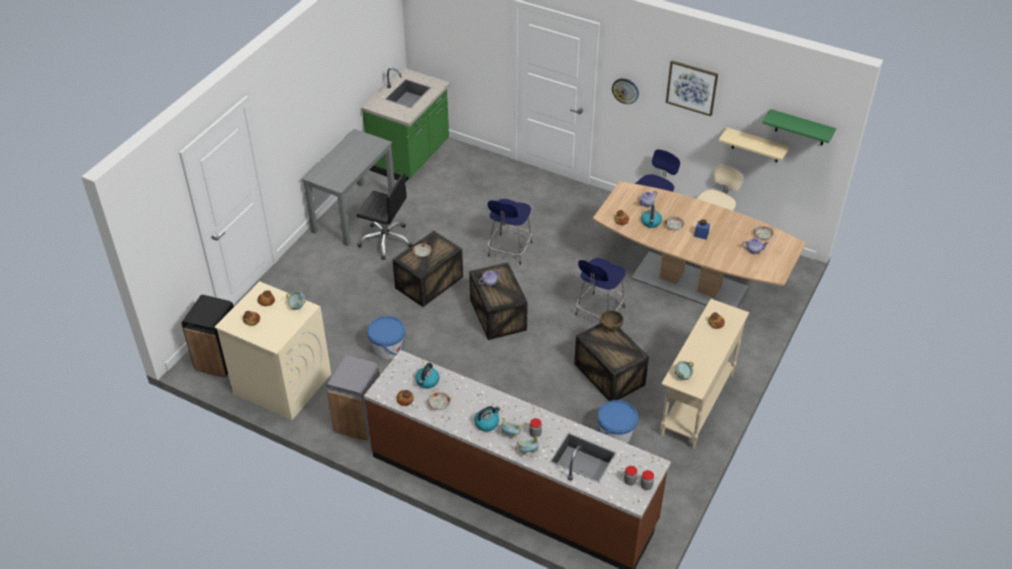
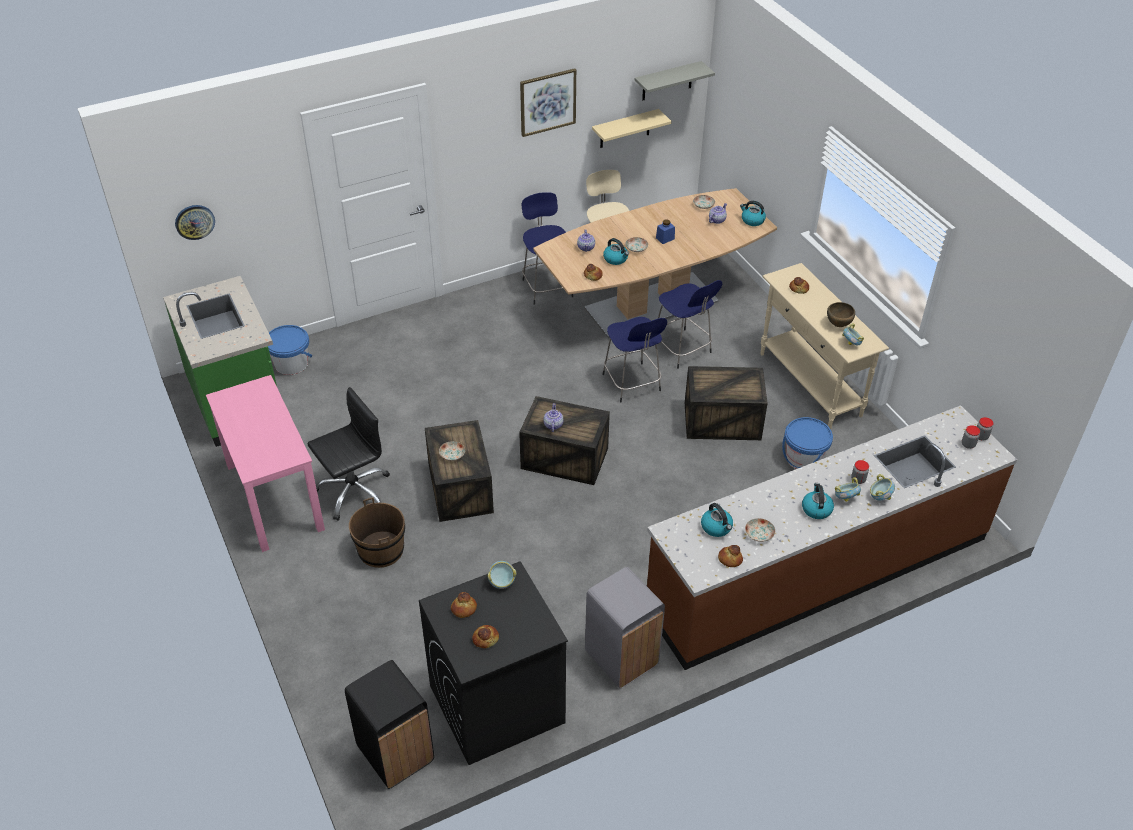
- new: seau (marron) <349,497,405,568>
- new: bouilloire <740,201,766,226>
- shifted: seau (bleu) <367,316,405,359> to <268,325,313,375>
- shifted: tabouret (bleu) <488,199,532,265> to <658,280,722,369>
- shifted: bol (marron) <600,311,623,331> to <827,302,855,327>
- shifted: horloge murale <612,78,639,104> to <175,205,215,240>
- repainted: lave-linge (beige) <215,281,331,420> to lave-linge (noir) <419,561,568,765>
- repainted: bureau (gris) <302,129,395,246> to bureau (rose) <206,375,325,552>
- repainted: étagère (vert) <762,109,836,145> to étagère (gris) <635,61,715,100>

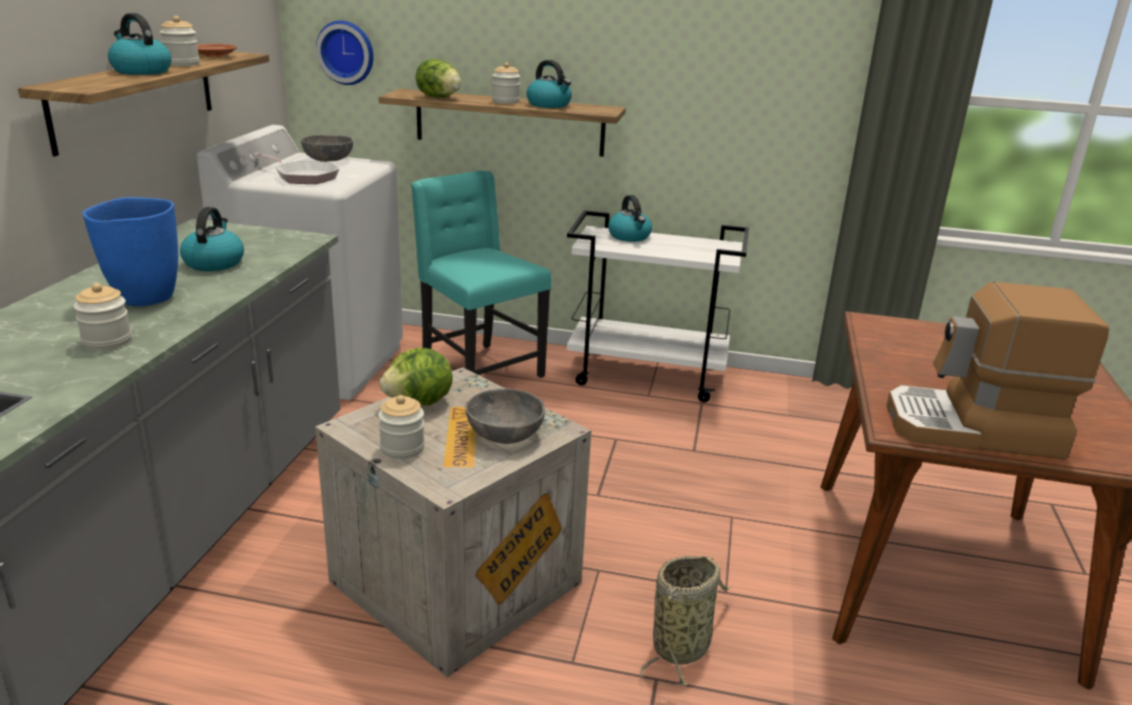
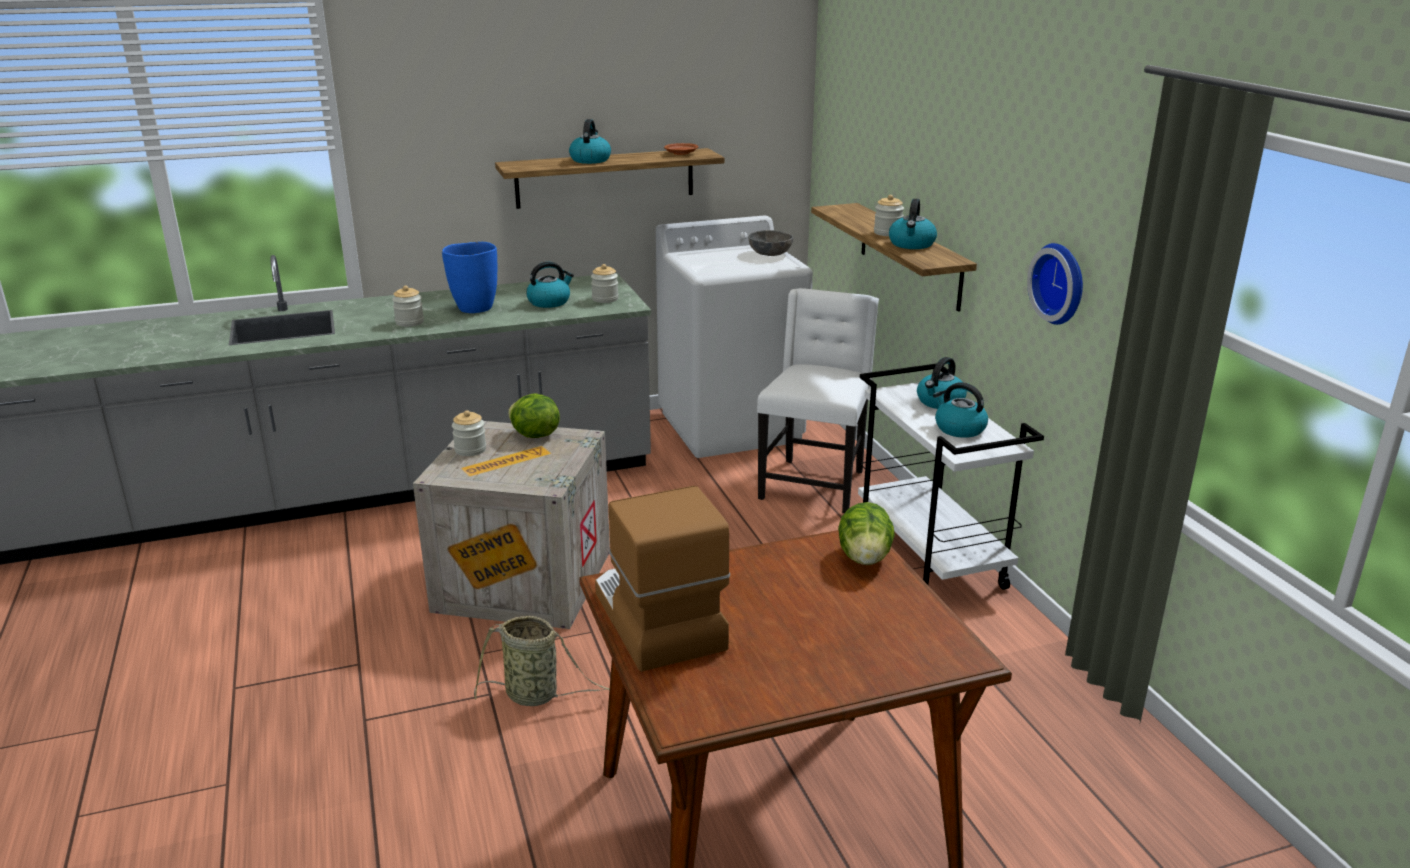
- gone: poêle <253,153,339,184>
- gone: bol (gris) <465,389,545,444>
- new: bouilloire <933,382,988,438>
- shifted: bocal <159,16,200,66> to <591,264,618,303>
- shifted: horloge murale <316,20,374,85> to <1027,243,1083,325>
- shifted: laitue <415,59,461,98> to <838,502,895,565>
- repainted: chaise (turquoise) <411,171,551,378> to chaise (blanc) <757,288,879,513>

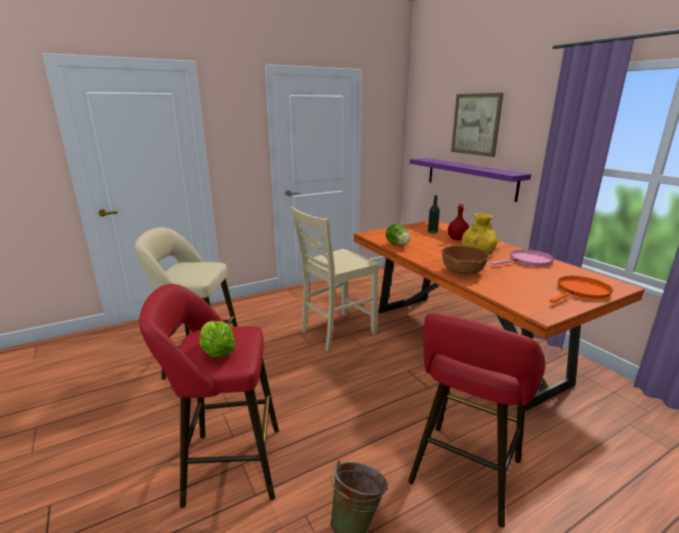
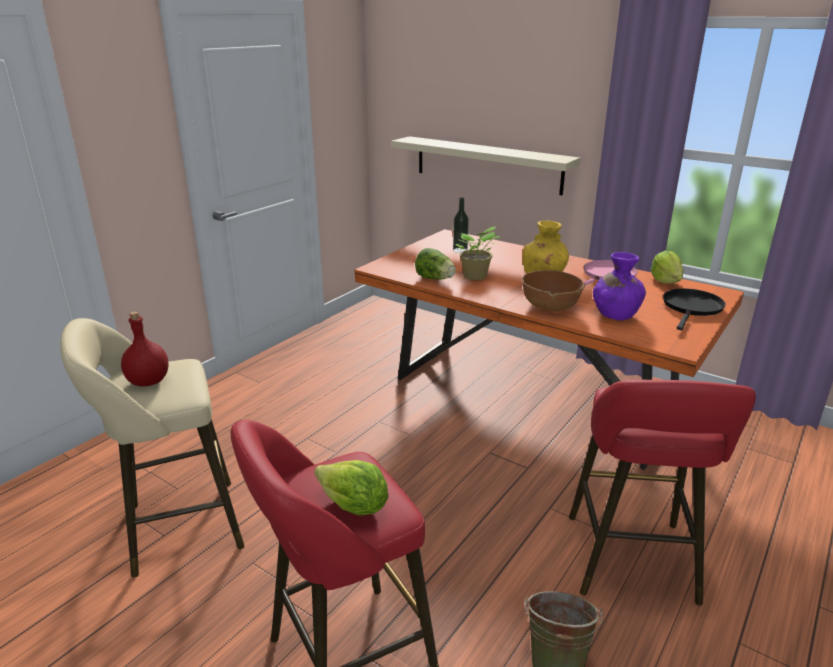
- gone: chaise (beige) <291,207,379,351>
- gone: tableau <451,93,504,157>
- new: plante en pot <455,226,501,280>
- new: vase (violet) <593,252,646,320>
- new: laitue <651,251,684,284>
- shifted: bouteille (rouge) <448,203,469,240> to <121,311,169,386>
- repainted: étagère (violet) <410,158,531,202> to étagère (beige) <391,136,581,195>
- repainted: poêle (orange) <550,276,613,303> to poêle (noir) <663,288,726,330>

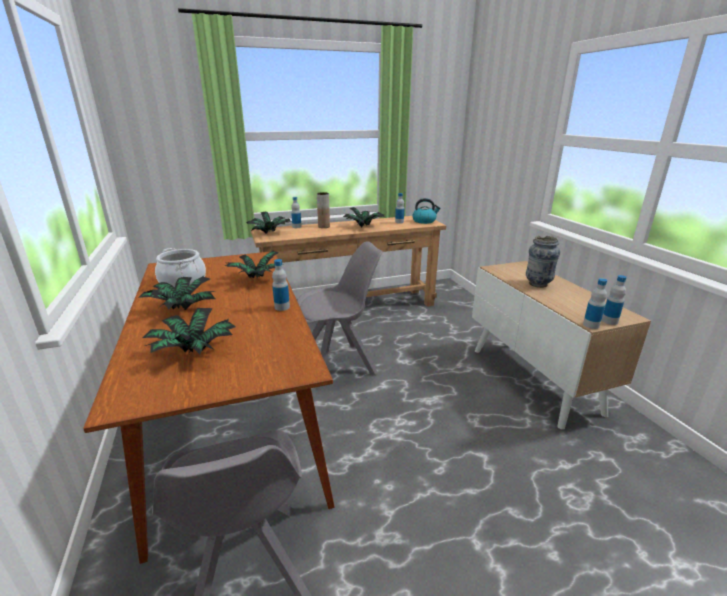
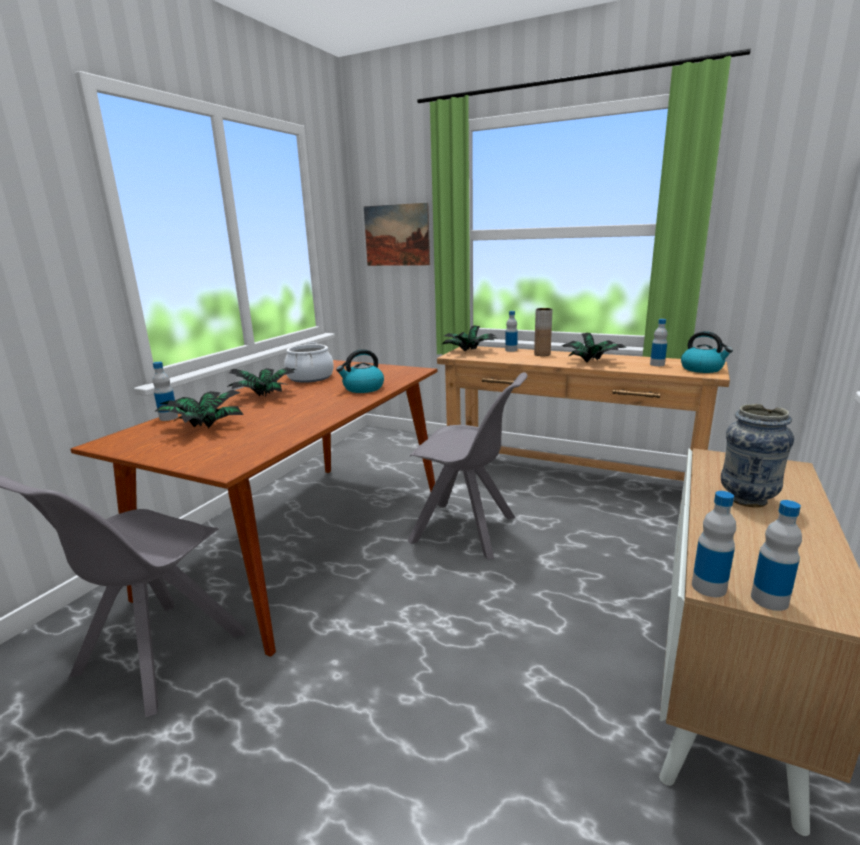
- new: tableau <364,203,430,266>
- shifted: bouteille <272,259,290,311> to <152,362,178,421>
- swapped: plante en pot <225,250,279,278> to bouilloire <336,349,384,393>

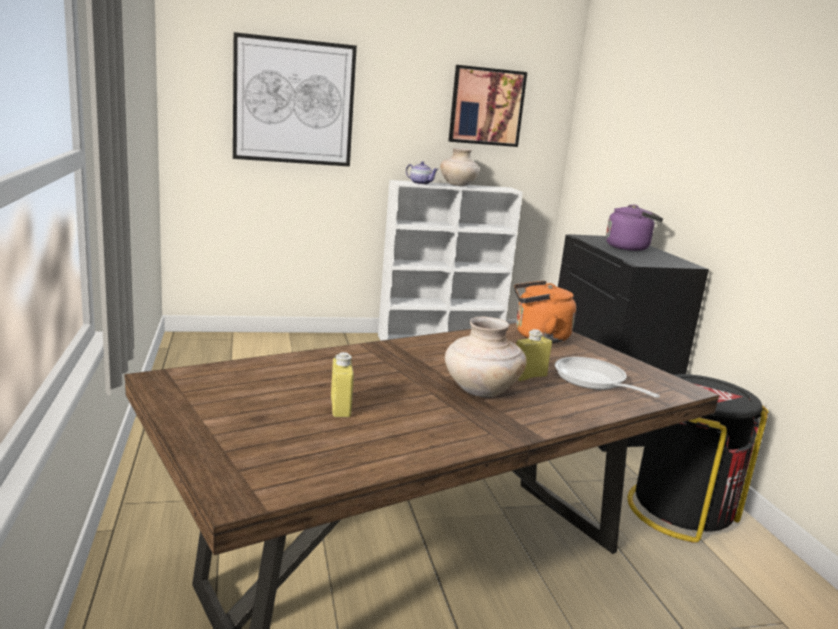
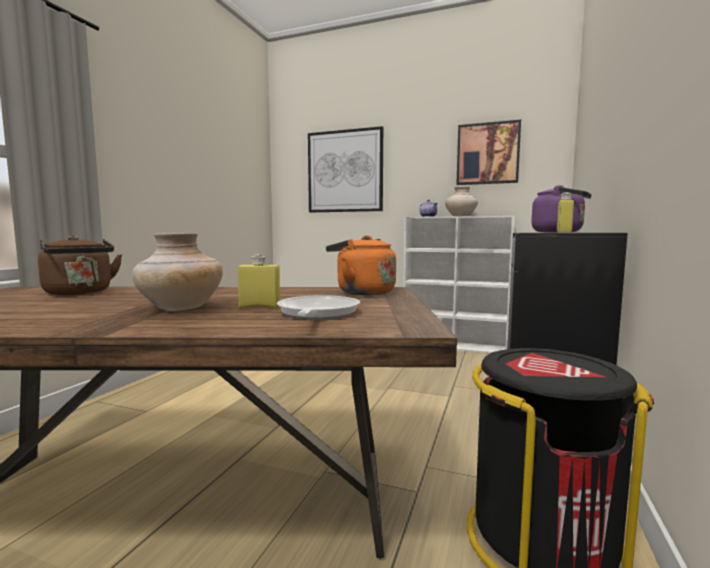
- new: bouilloire (marron) <38,235,122,295>
- shifted: bouteille (jaune) <331,352,354,417> to <557,192,574,232>

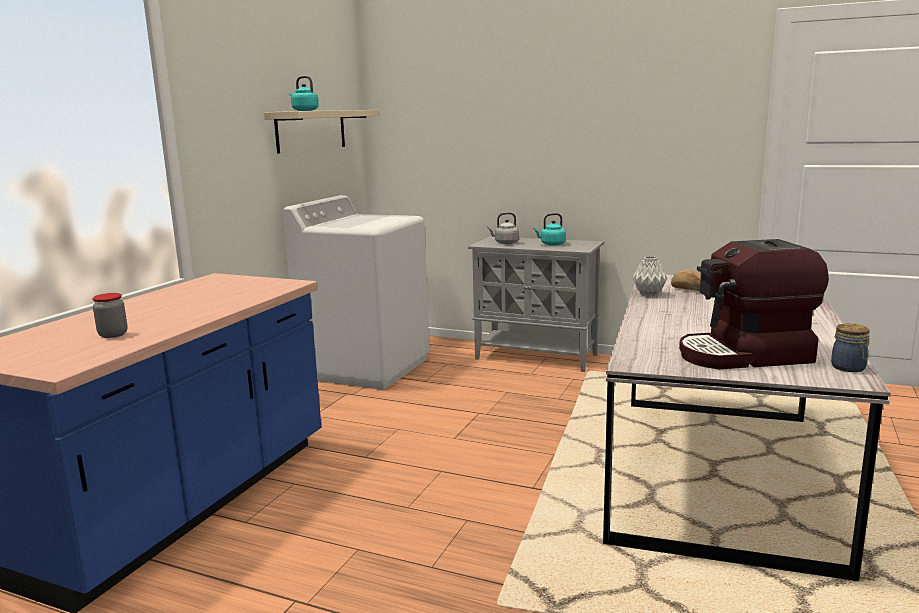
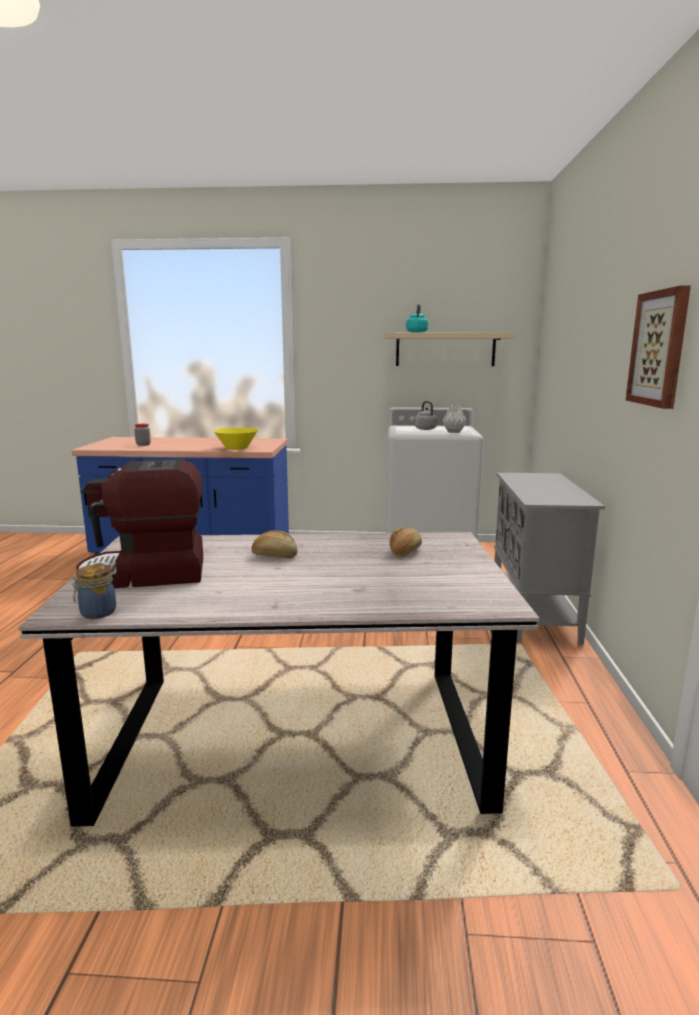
- gone: bouilloire (turquoise) <534,213,566,245>
- new: bol (jaune) <214,428,258,450>
- new: pain <252,531,297,558>
- new: tableau <626,285,691,409>
- shifted: bouilloire (gris) <487,212,519,244> to <415,401,437,430>
- shifted: vase (gris) <633,256,668,297> to <443,405,467,433>
- rotated: machine à café <679,239,829,369> = <76,459,203,588> 75 degrees counterclockwise

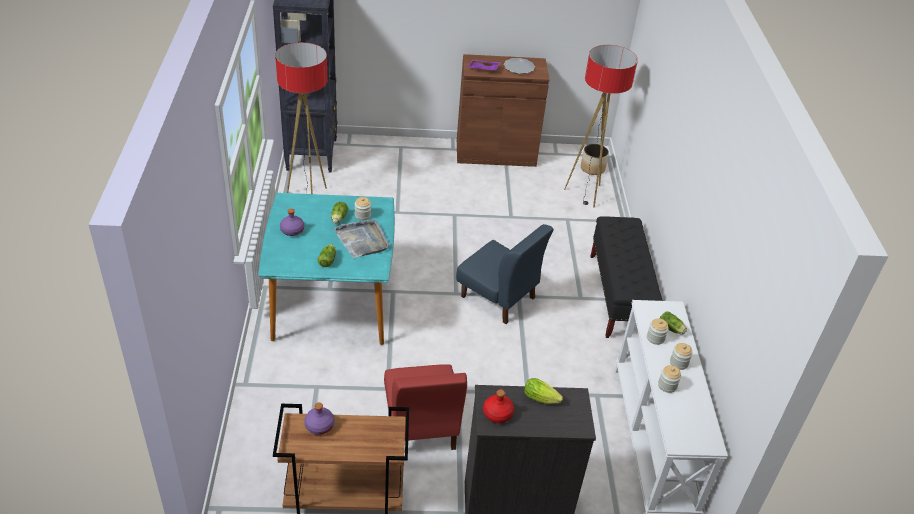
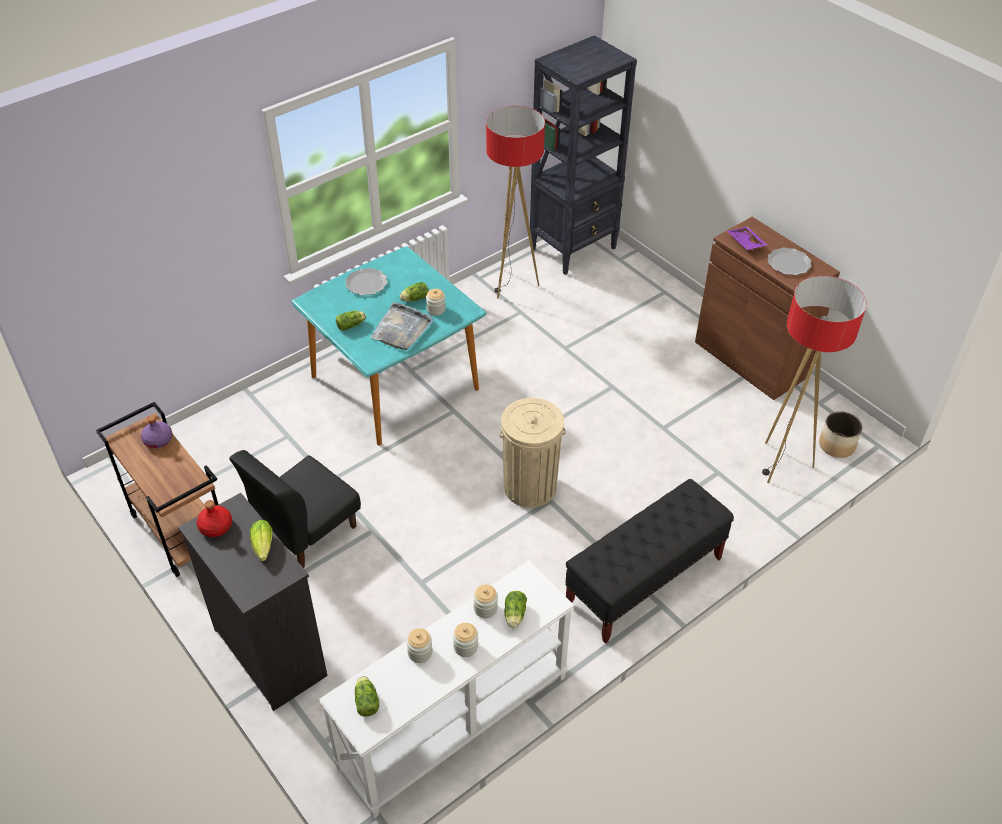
- new: laitue <355,676,379,717>
- swapped: bouteille (violet) <280,209,304,236> to assiette <345,268,388,295>
- swapped: chaise (bleu) <456,224,554,324> to poubelle (beige) <499,398,566,508>
- repainted: chaise (rouge) <384,365,467,450> to chaise (noir) <229,450,361,568>

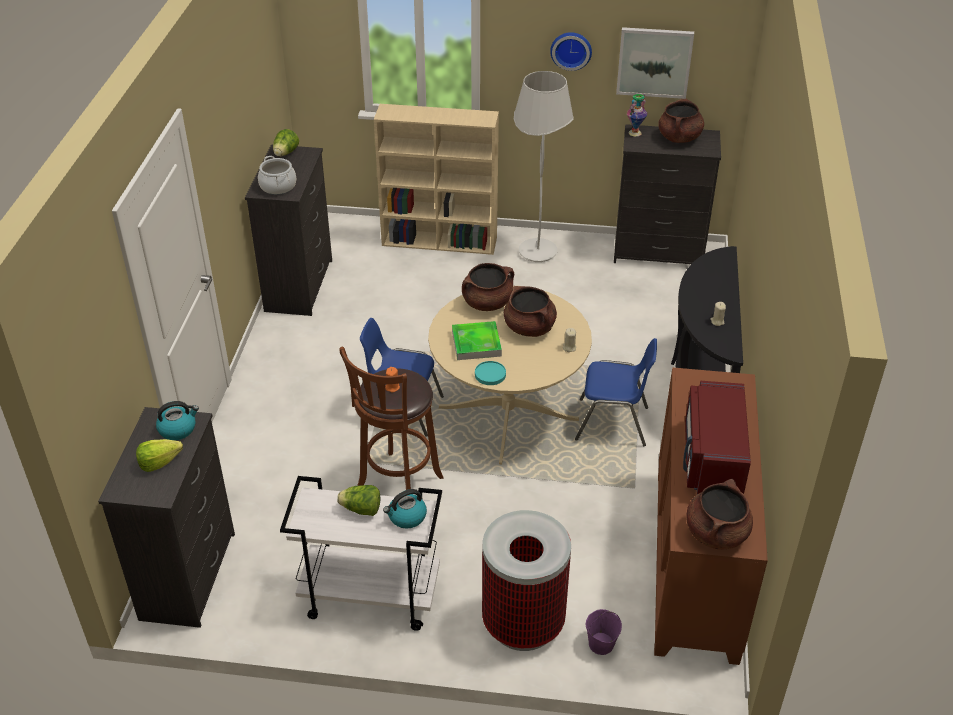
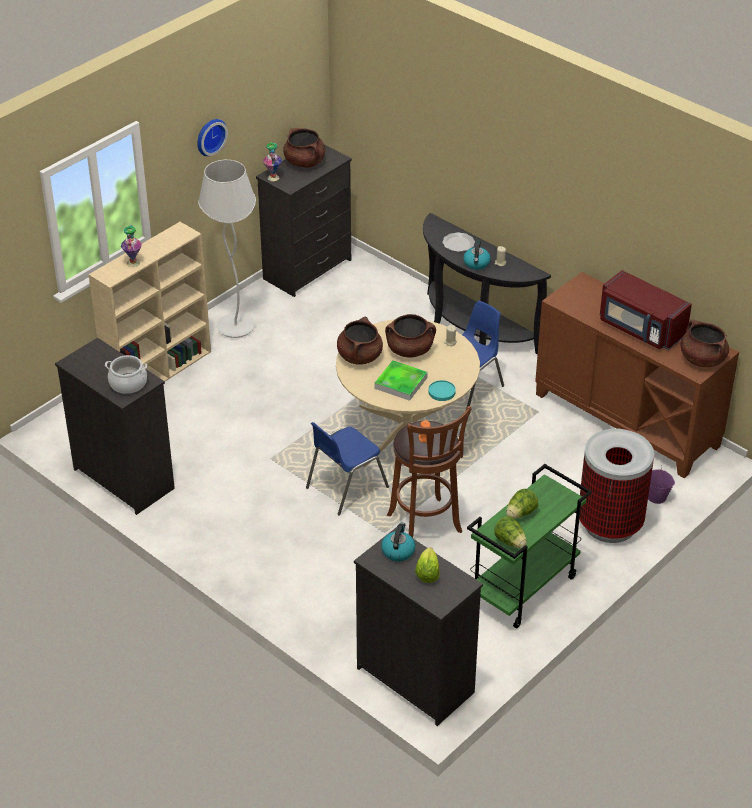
- gone: tableau <616,27,694,99>
- new: vase <121,225,142,267>
- new: assiette <442,232,475,252>
- shifted: laitue <273,129,299,156> to <494,516,527,548>
- shifted: bouilloire <383,489,427,529> to <463,240,491,270>
- repainted: chariot (blanc) <280,476,442,631> to chariot (vert) <467,464,592,628>

